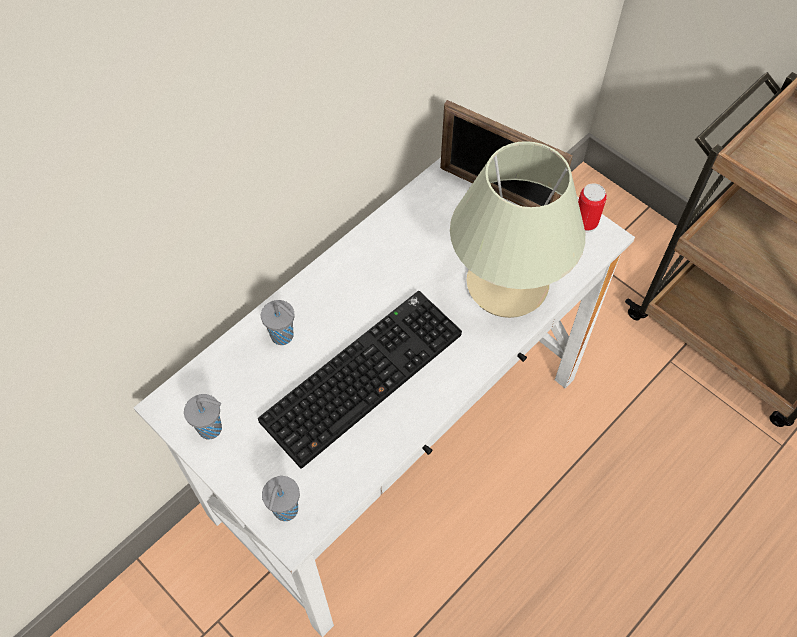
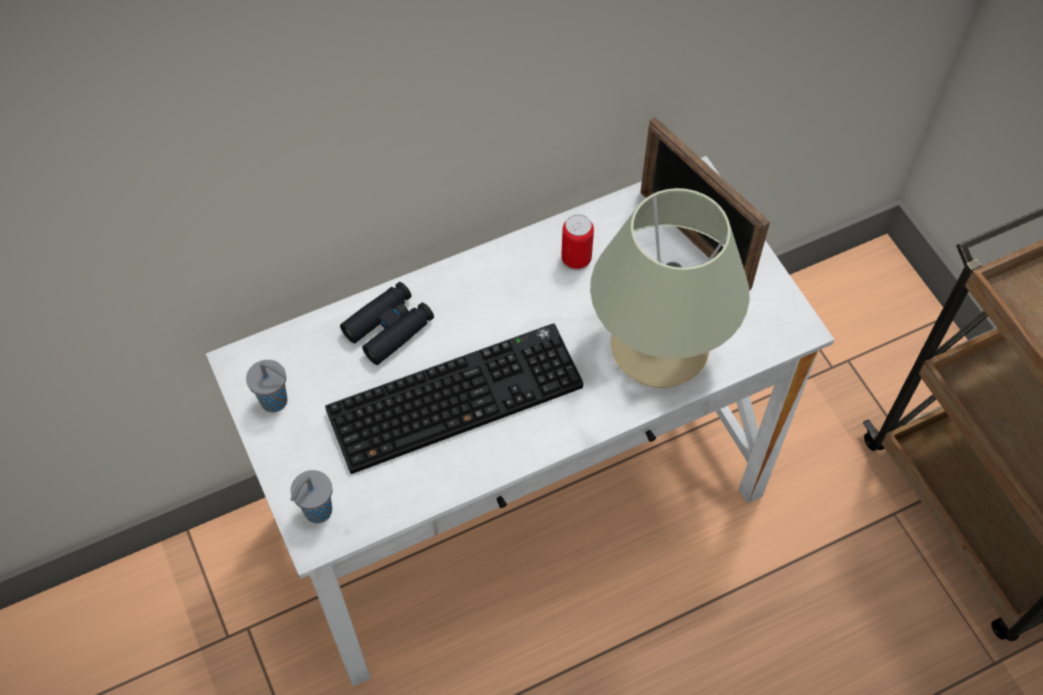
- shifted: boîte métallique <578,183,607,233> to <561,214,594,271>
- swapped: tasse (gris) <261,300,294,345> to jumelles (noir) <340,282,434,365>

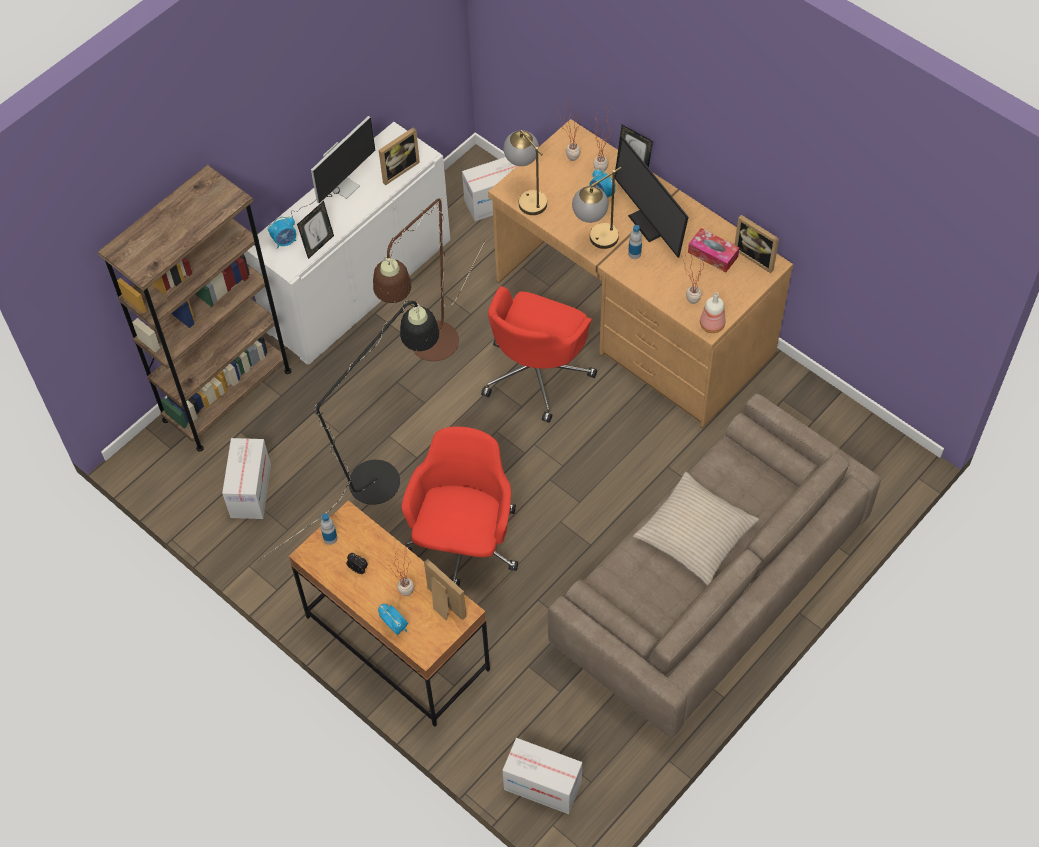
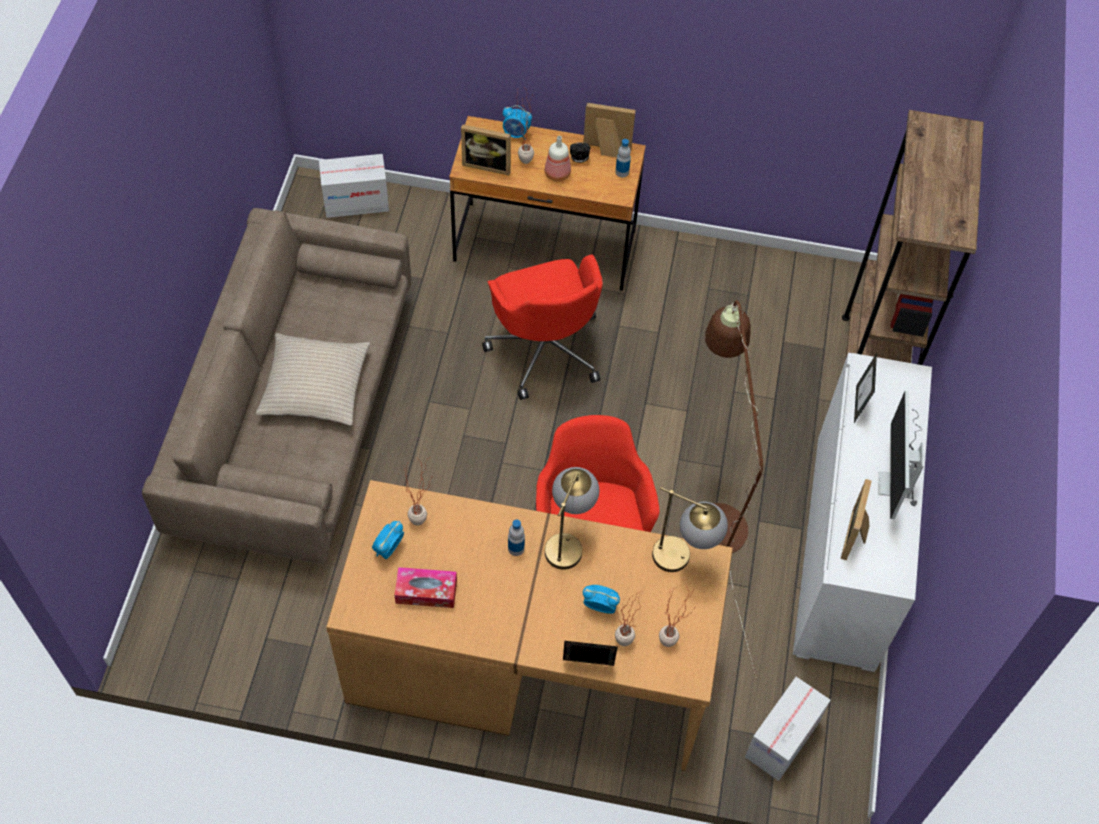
- gone: carton <222,438,271,519>
- gone: lampadaire (noir) <257,300,439,562>
- gone: écran d'ordinateur <615,136,688,258>
- shifted: réveil <268,217,296,249> to <372,521,404,559>
- shifted: bouteille <700,292,725,333> to <545,136,571,182>
- shifted: cadre photo <734,215,779,273> to <583,103,636,157>

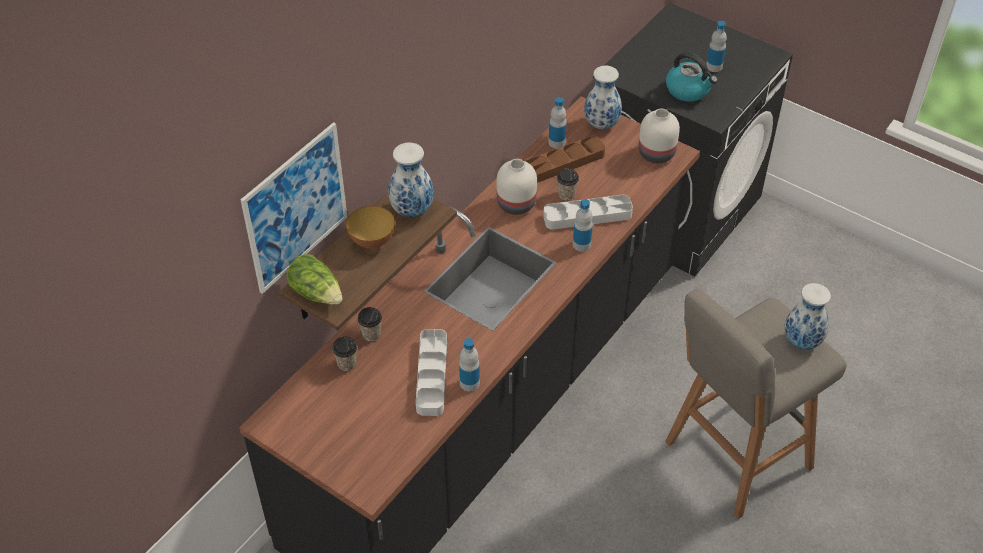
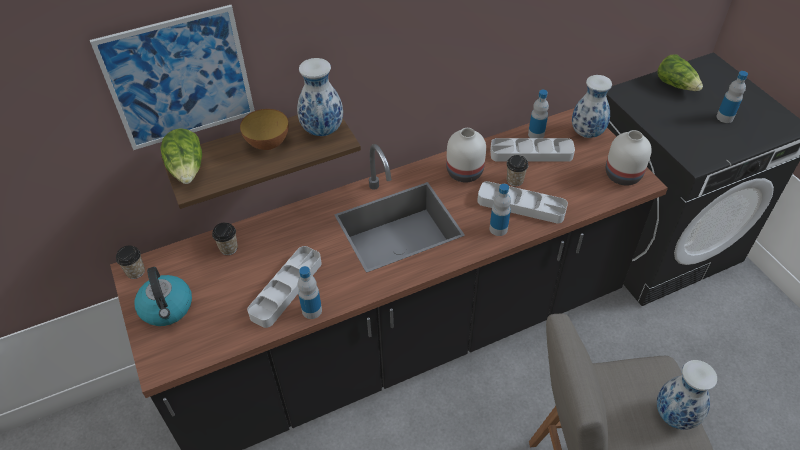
- new: laitue <657,54,703,91>
- shifted: tasse <358,307,382,341> to <116,245,145,279>
- shifted: bouilloire <666,52,718,102> to <134,267,192,326>
- repainted: plateau (marron) <525,136,605,183> to plateau (gris) <490,138,575,162>

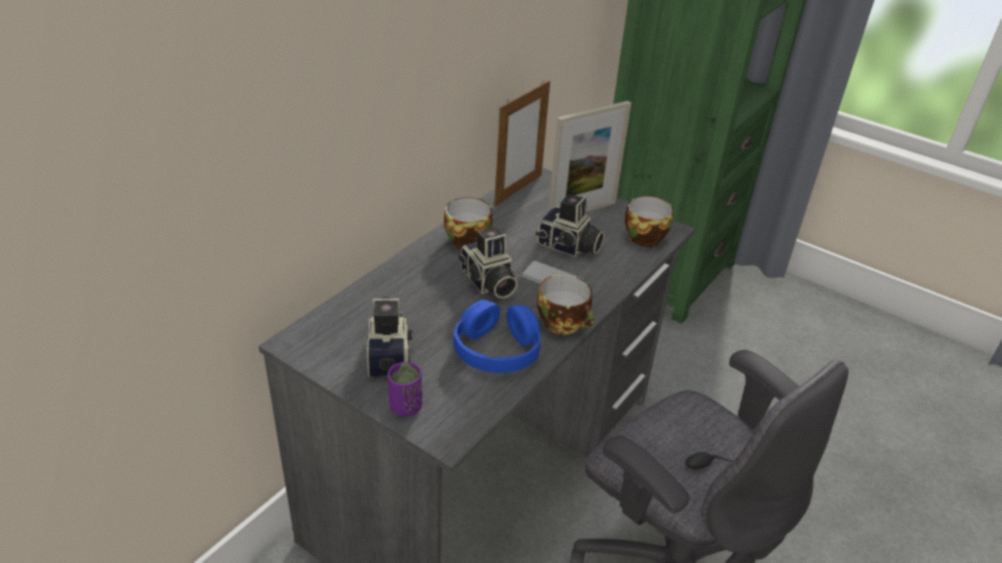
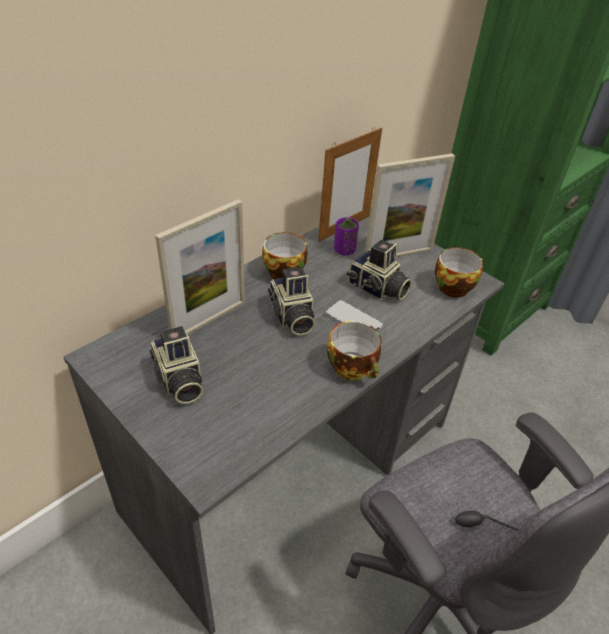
- gone: casque audio (bleu) <453,300,541,373>
- new: cadre photo <155,200,245,335>
- shifted: tasse (violet) <388,362,422,416> to <334,217,359,255>
- rotated: appareil photo <367,297,413,377> = <149,326,203,404> 150 degrees clockwise

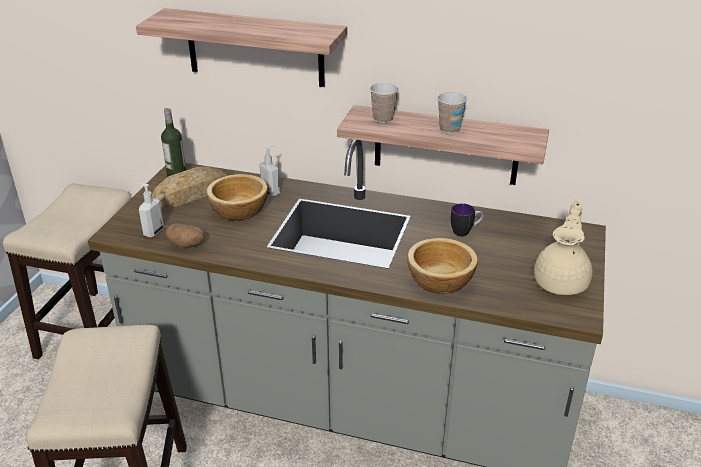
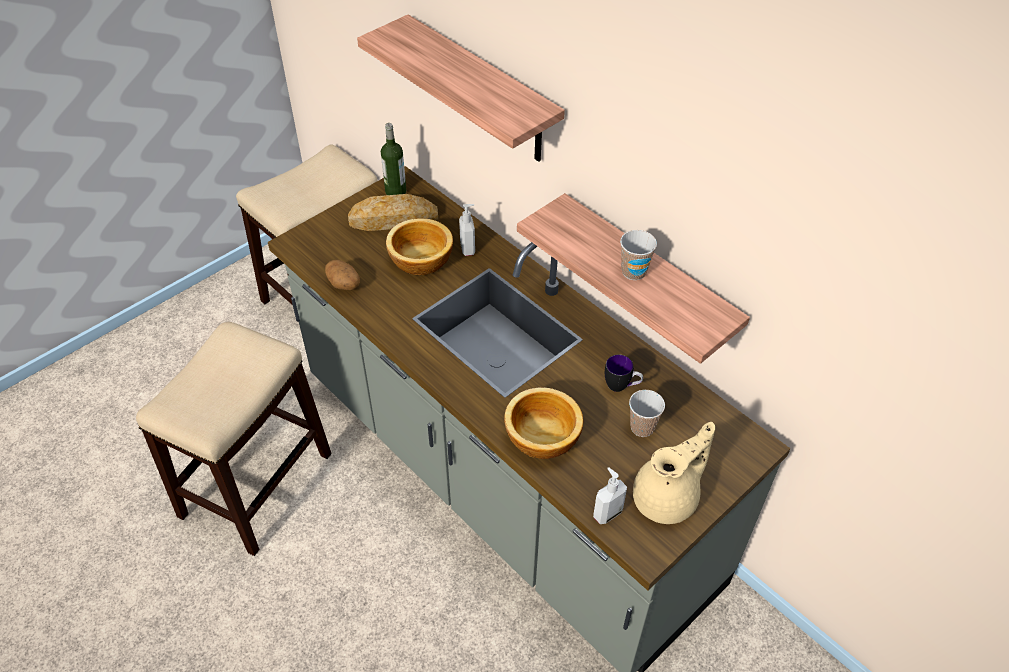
- shifted: distributeur de savon <139,183,164,238> to <593,467,627,524>
- shifted: tasse <370,83,399,123> to <629,390,665,437>

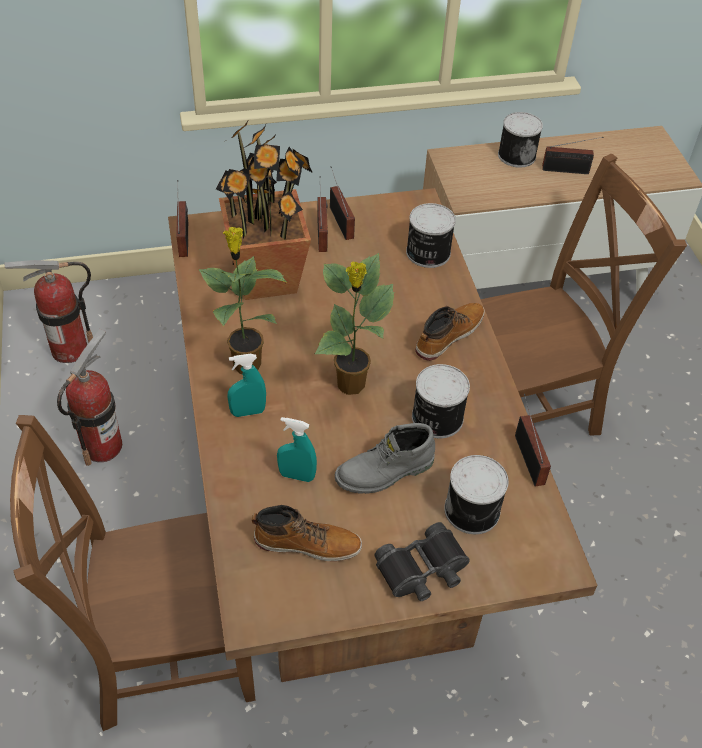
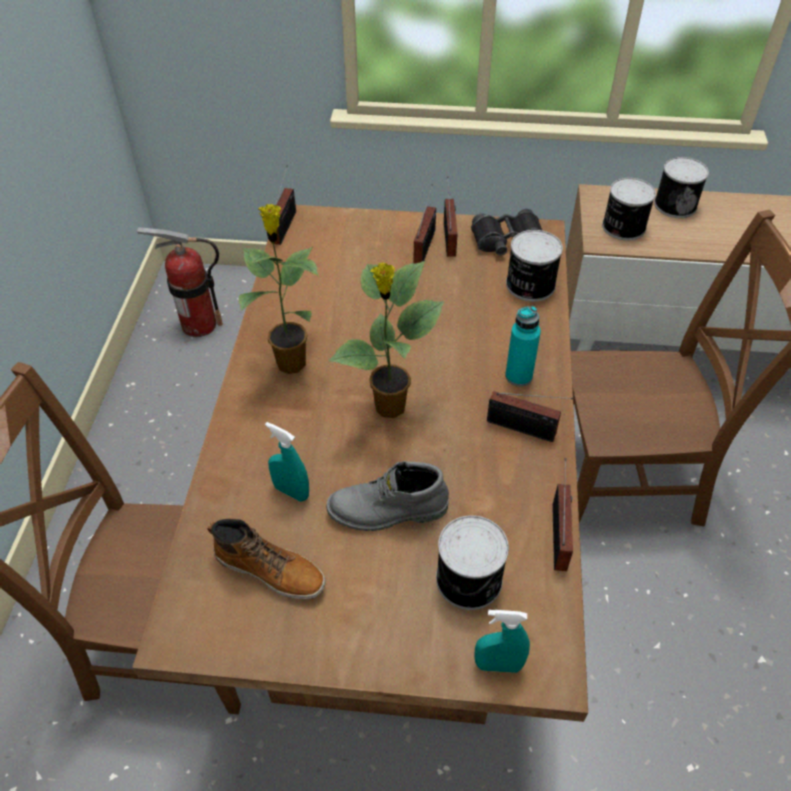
- gone: extincteur <57,329,122,466>
- gone: plante en pot <216,121,313,300>
- shifted: vaporisateur (turquoise) <227,354,266,417> to <474,610,530,673>
- shifted: jumelles (noir) <375,522,470,601> to <471,209,543,256>
- shifted: boîte métallique <412,364,470,438> to <602,178,656,241>
- shifted: radio <542,137,603,174> to <487,391,573,442>
- swapped: botte <415,303,485,361> to bouteille (turquoise) <505,306,541,386>

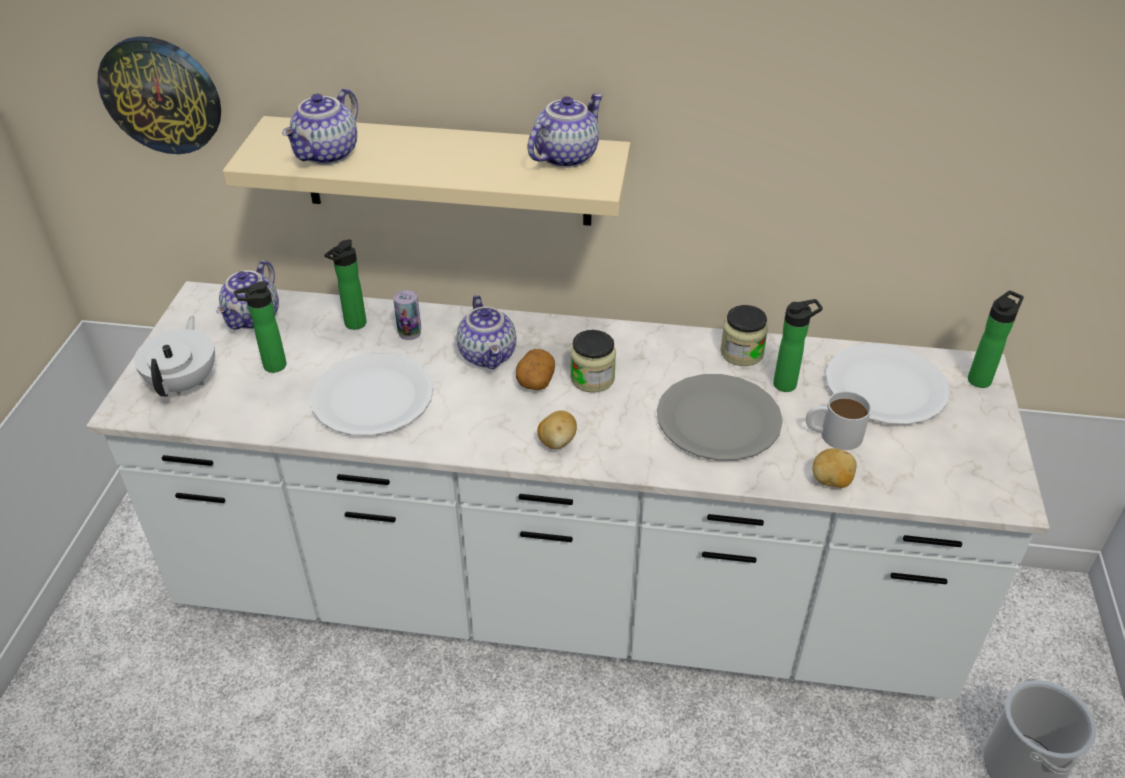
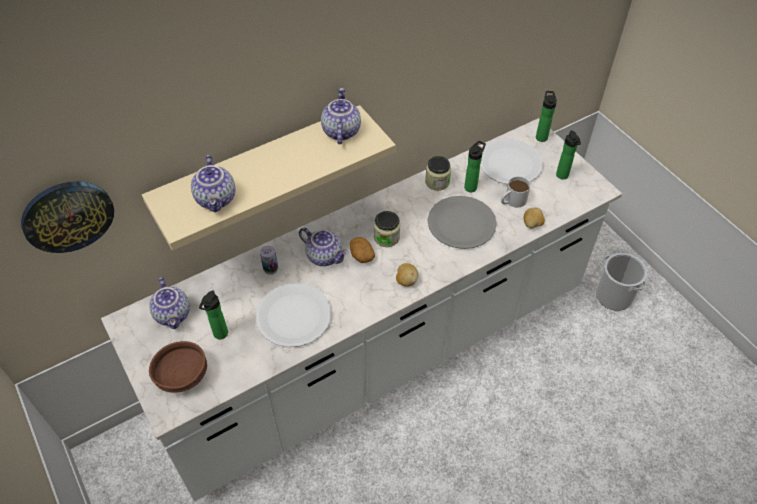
- shifted: bouteille <324,239,367,330> to <556,130,581,179>
- swapped: théière (blanc) <134,316,215,396> to bol (marron) <149,341,207,393>

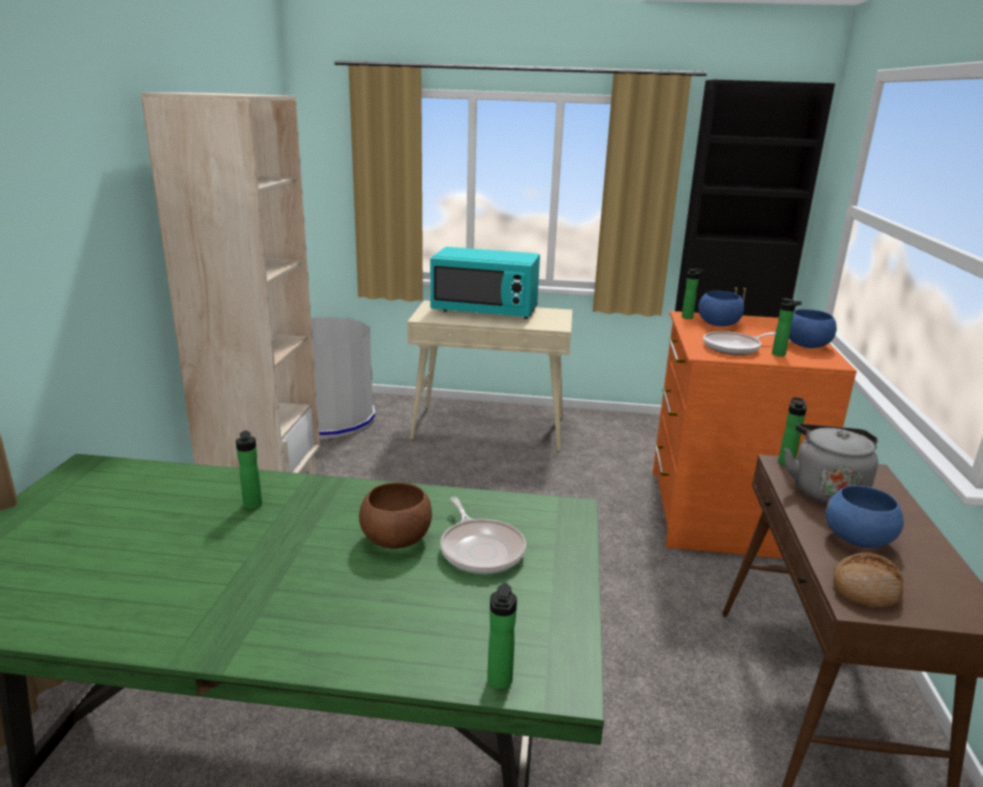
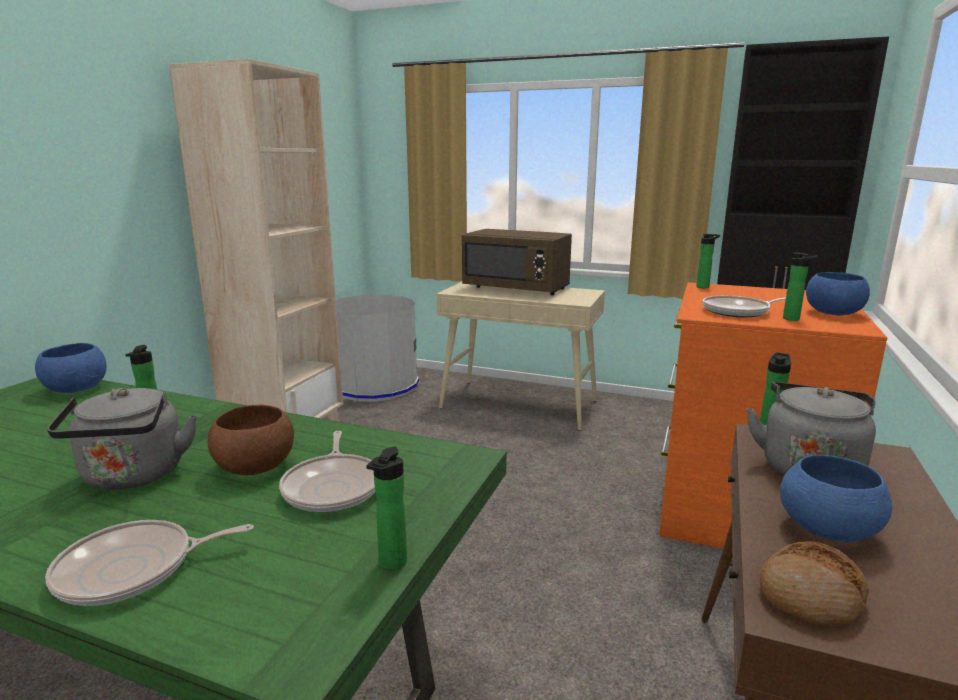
- new: poêle <45,520,254,606>
- new: bouilloire (gris) <47,388,197,490>
- shifted: bouteille <487,583,517,689> to <366,447,407,570>
- shifted: bol (bleu) <698,291,744,326> to <35,343,107,393>
- repainted: micro-ondes (turquoise) <430,247,540,319> to micro-ondes (marron) <462,229,572,295>

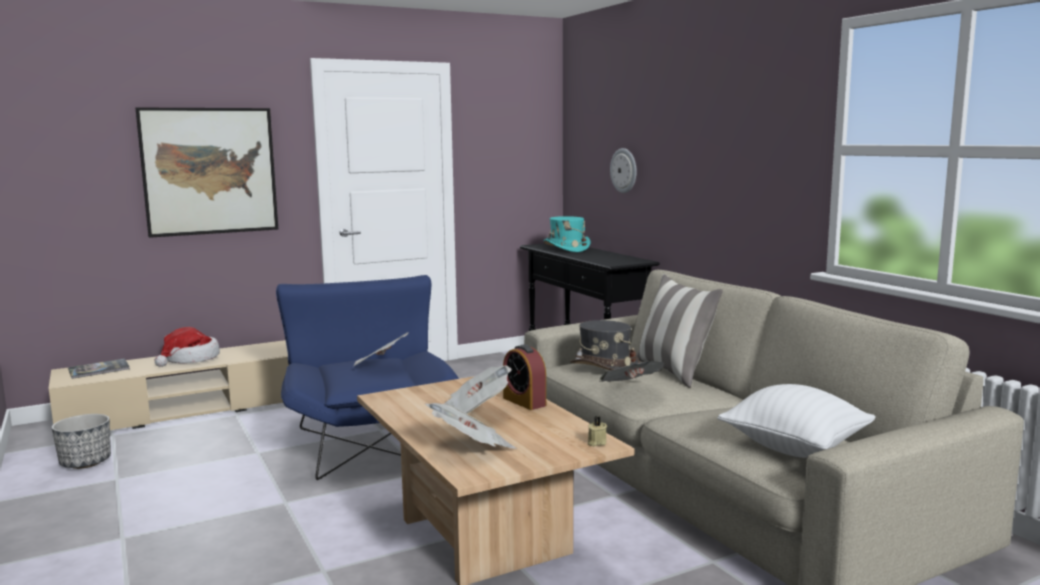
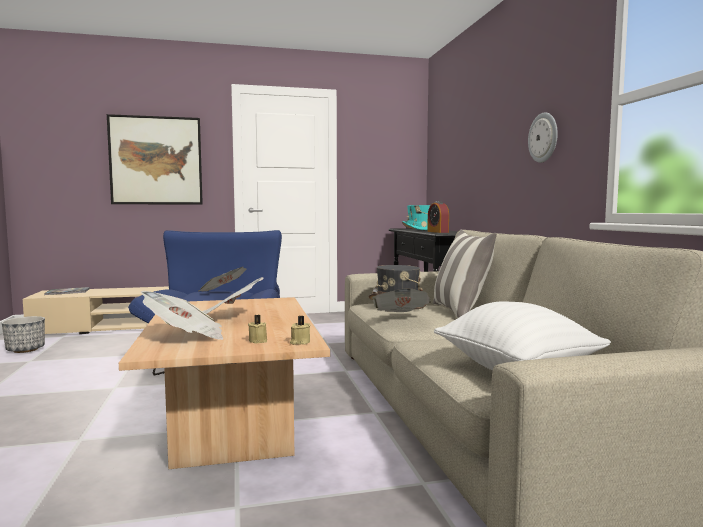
- gone: chapeau <155,327,220,367>
- new: bougie (beige) <248,315,267,343>
- shifted: réveil <503,344,546,410> to <427,201,449,233>
- shifted: horloge murale <610,148,637,193> to <528,112,558,163>

